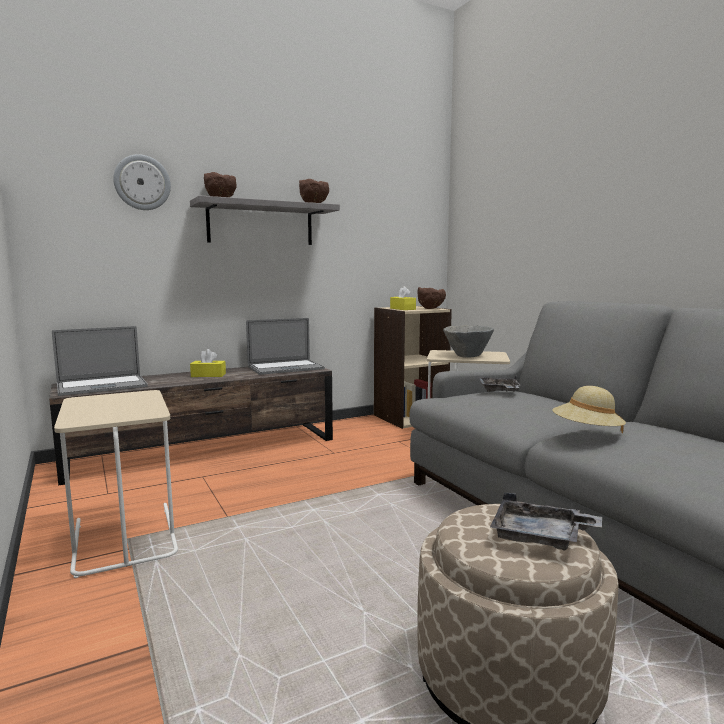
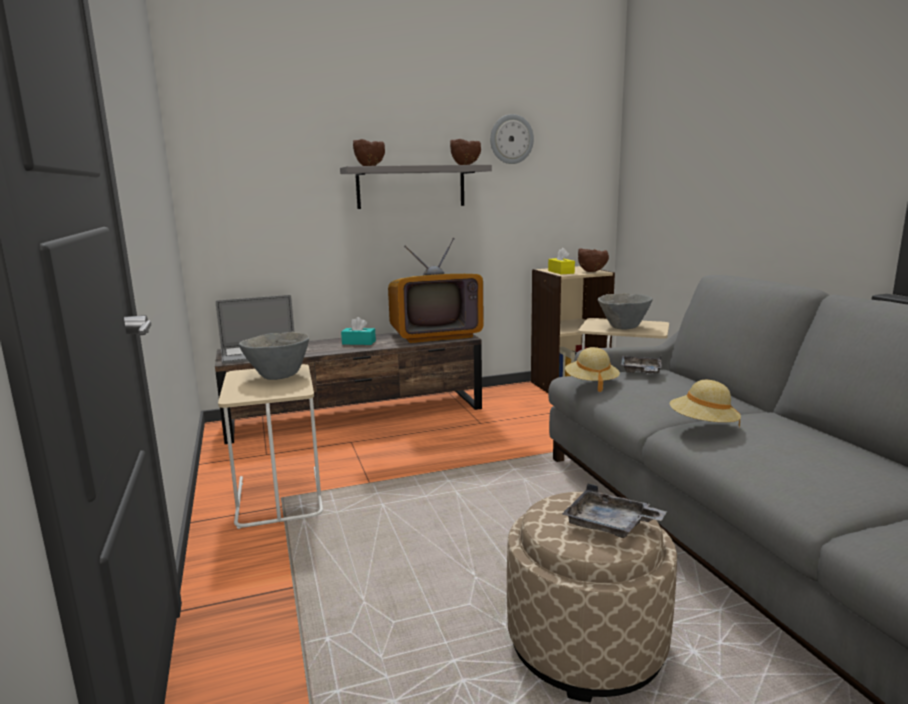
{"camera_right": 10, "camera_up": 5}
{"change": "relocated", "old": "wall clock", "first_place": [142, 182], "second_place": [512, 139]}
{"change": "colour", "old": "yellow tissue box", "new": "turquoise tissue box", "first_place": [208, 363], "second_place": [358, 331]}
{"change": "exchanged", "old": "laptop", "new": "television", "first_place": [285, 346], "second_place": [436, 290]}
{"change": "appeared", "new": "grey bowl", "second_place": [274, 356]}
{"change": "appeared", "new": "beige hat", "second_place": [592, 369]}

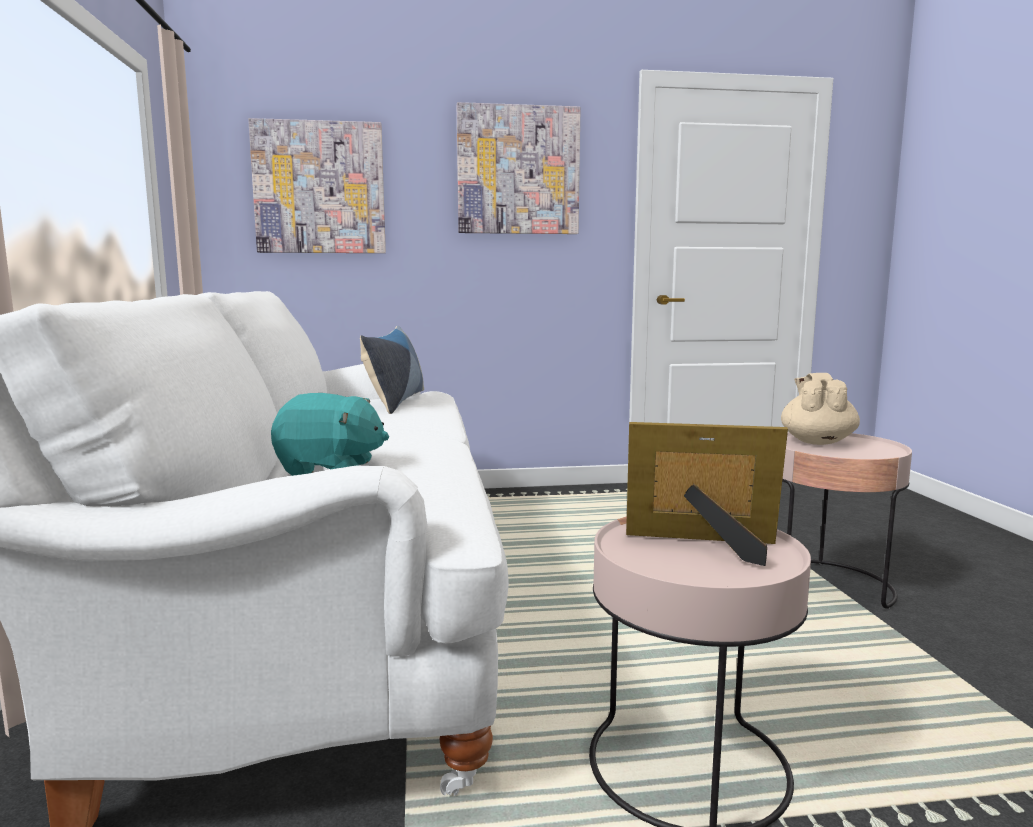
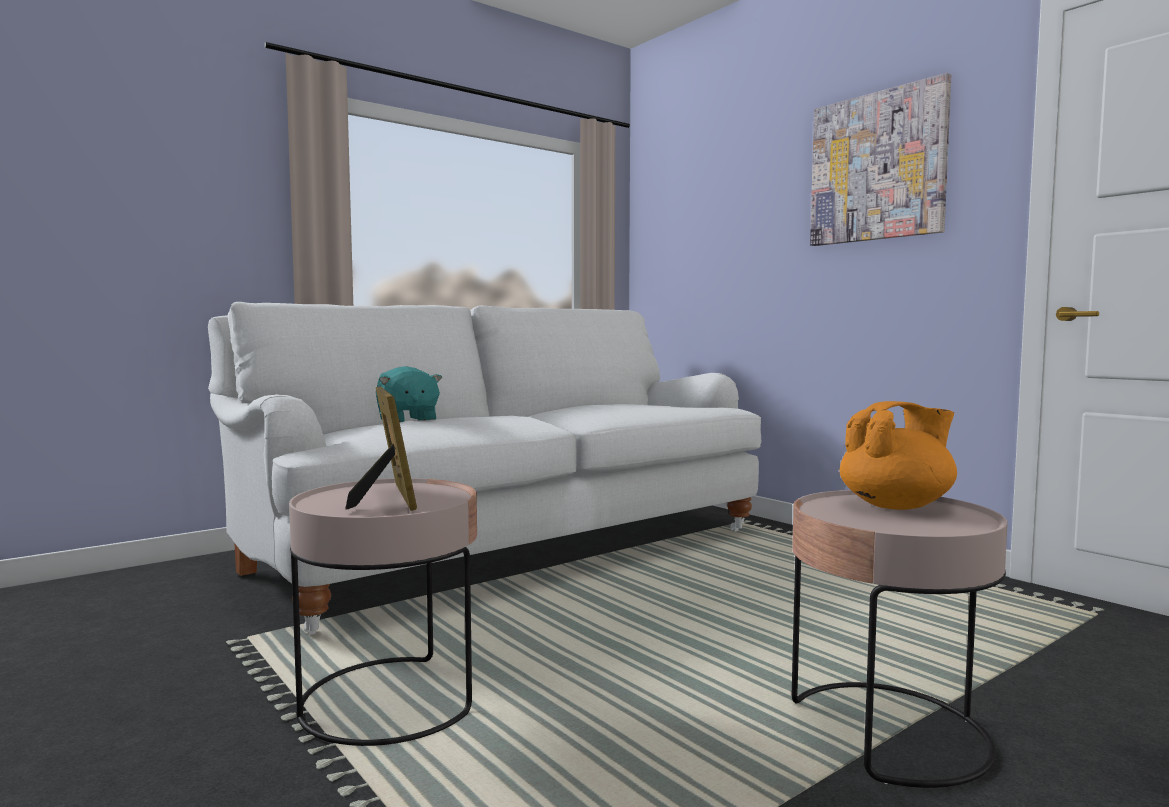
{"camera_right": 60, "camera_up": -5}
{"change": "missing", "old": "picture", "first_place": [317, 185]}
{"change": "missing", "old": "pillow", "first_place": [392, 369]}
{"change": "colour", "old": "beige teapot", "new": "orange teapot", "first_place": [820, 409], "second_place": [898, 455]}

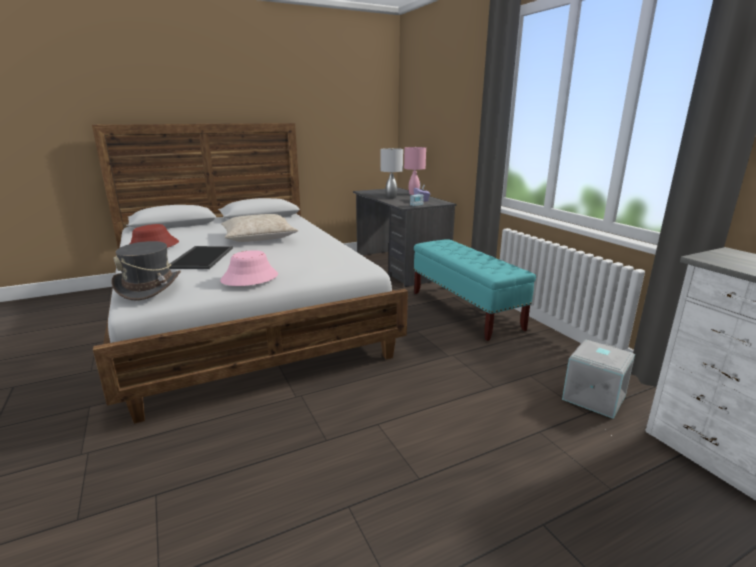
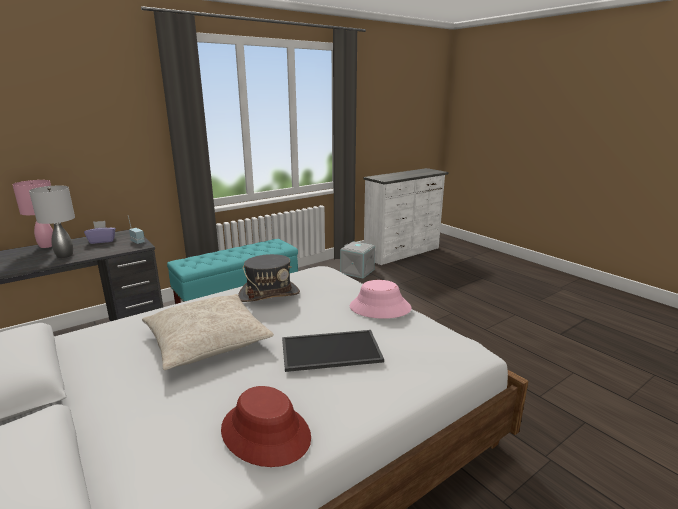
{"camera_right": -100, "camera_up": 0}
{"change": "relocated", "old": "grey hat", "first_place": [146, 271], "second_place": [269, 278]}

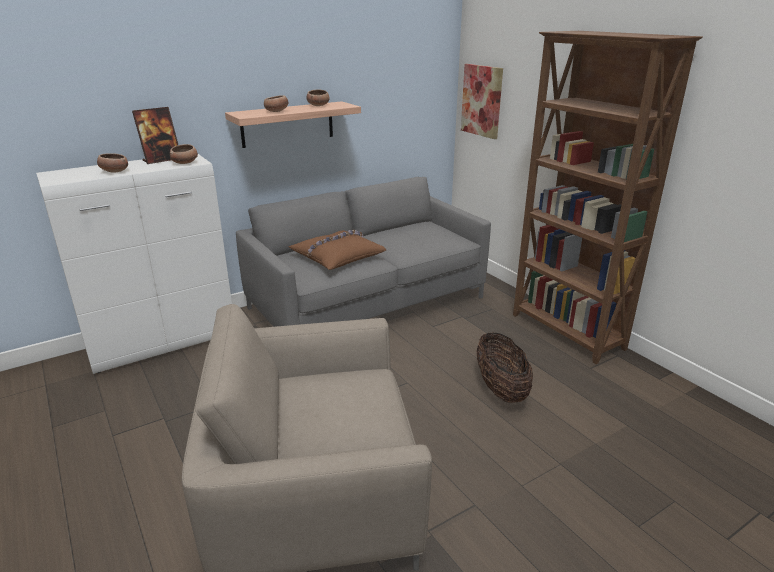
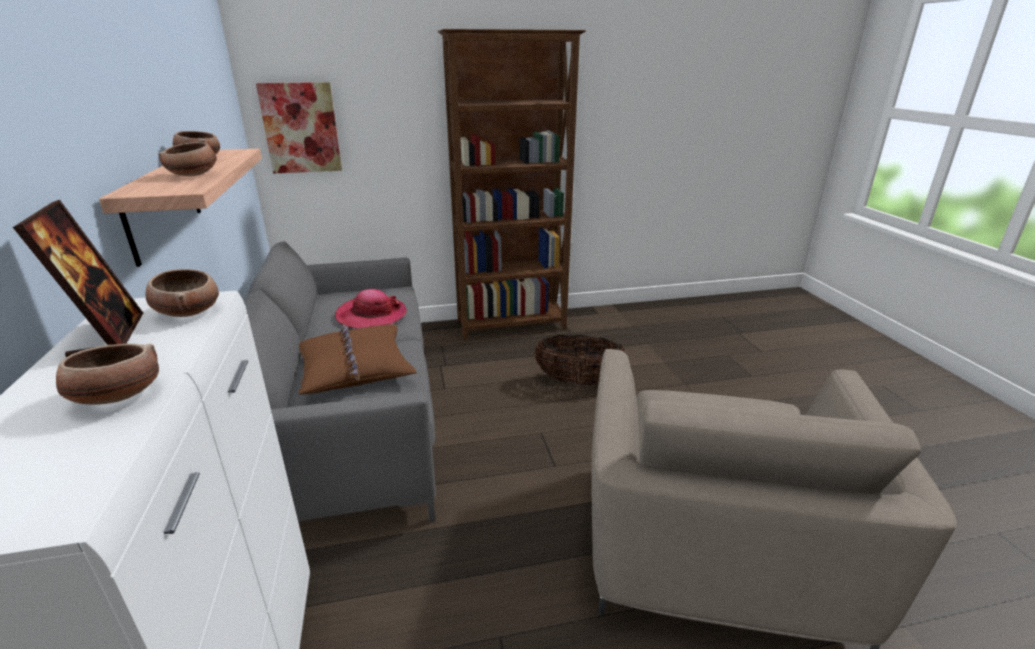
{"camera_right": -70, "camera_up": 0}
{"change": "appeared", "new": "hat", "second_place": [371, 309]}

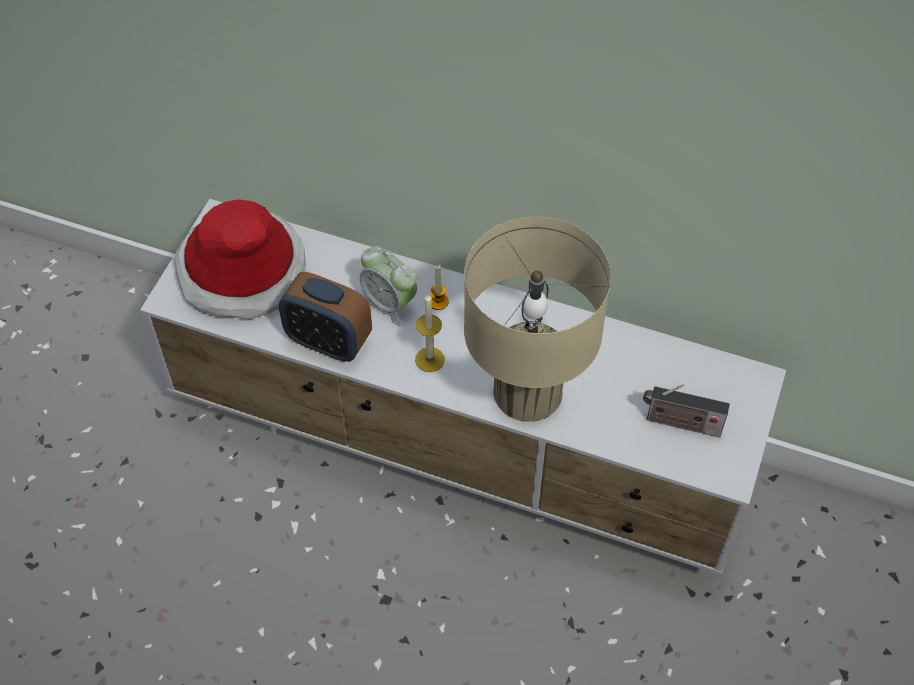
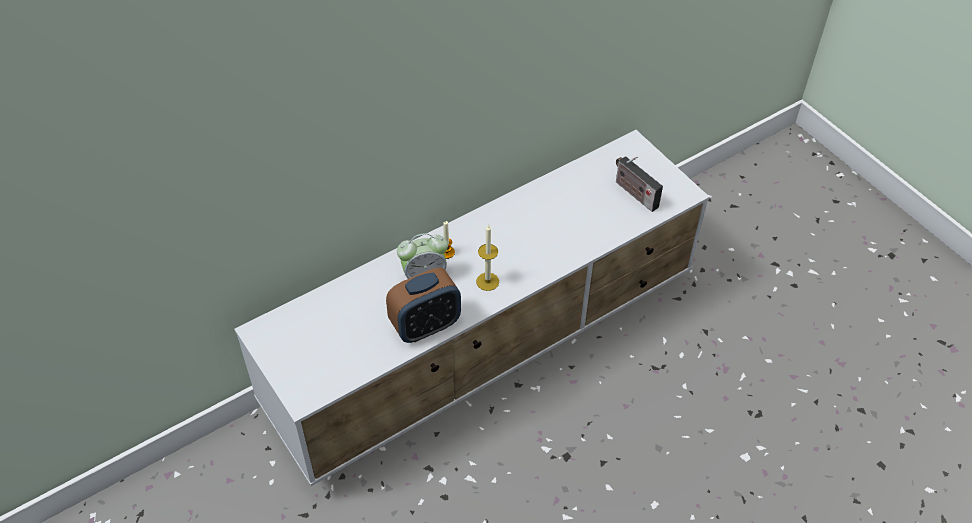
{"camera_right": -55, "camera_up": -5}
{"change": "missing", "old": "hat", "first_place": [240, 259]}
{"change": "missing", "old": "beige table lamp", "first_place": [537, 319]}
{"change": "spun", "old": "radio", "first_place": [686, 410], "second_place": [639, 184], "degrees": 90}

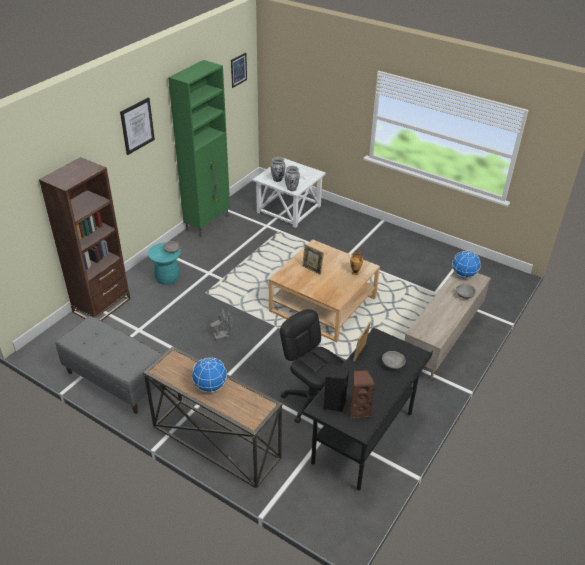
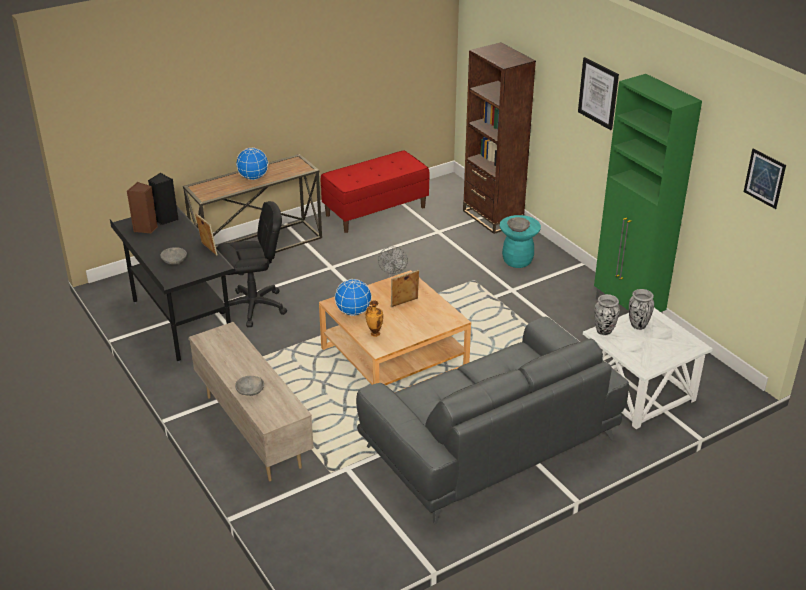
{"camera_right": 115, "camera_up": -5}
{"change": "colour", "old": "grey bench", "new": "red bench", "first_place": [109, 365], "second_place": [375, 191]}
{"change": "relocated", "old": "globe", "first_place": [466, 264], "second_place": [353, 297]}
{"change": "appeared", "new": "grey sofa", "second_place": [492, 420]}

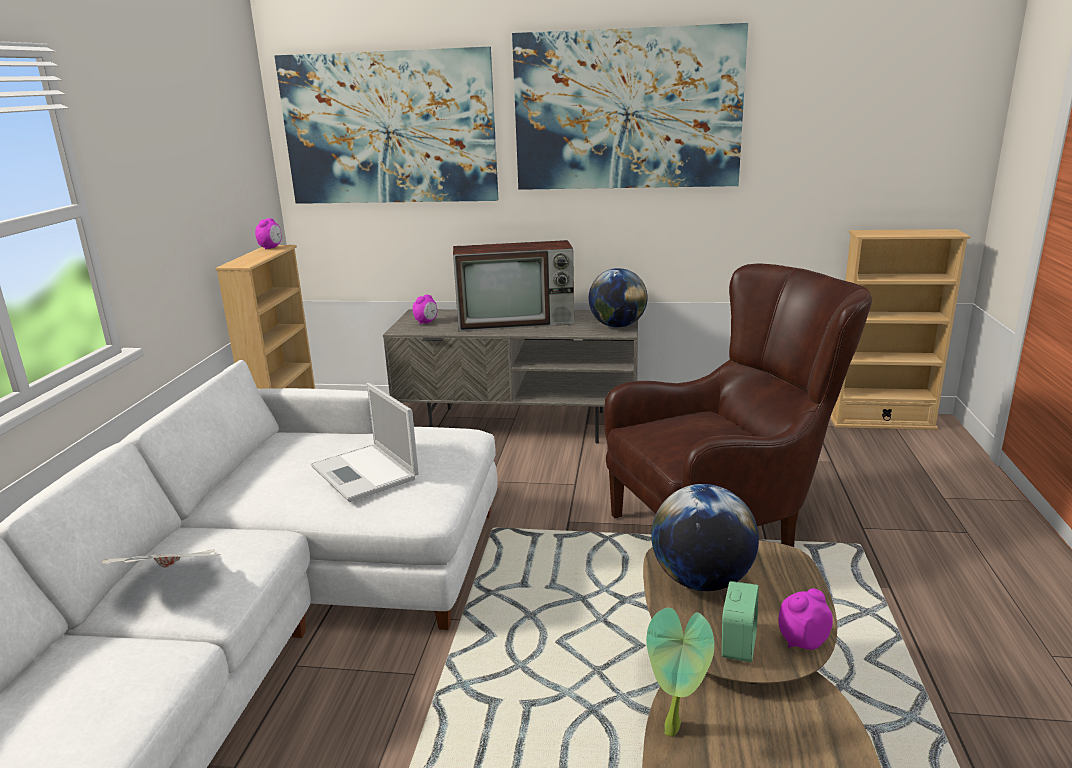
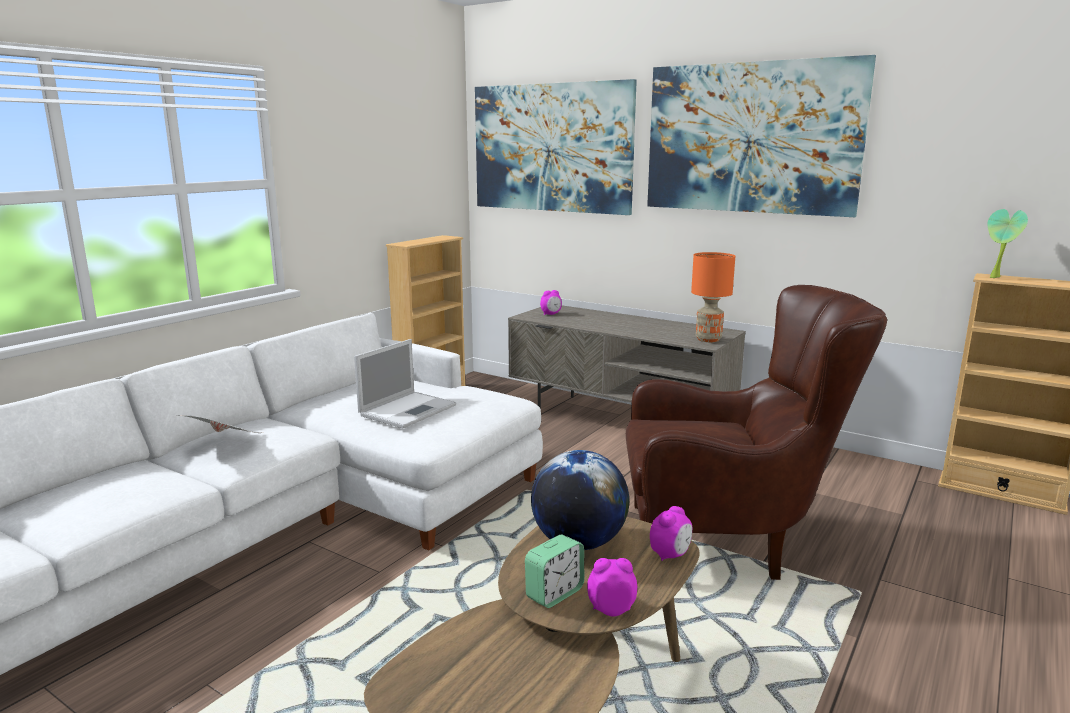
{"camera_right": 25, "camera_up": -5}
{"change": "relocated", "old": "alarm clock", "first_place": [268, 234], "second_place": [671, 533]}
{"change": "spun", "old": "laptop", "first_place": [365, 442], "second_place": [405, 383], "degrees": -135}
{"change": "missing", "old": "television", "first_place": [513, 285]}
{"change": "exchanged", "old": "globe", "new": "orange table lamp", "first_place": [618, 298], "second_place": [713, 297]}
{"change": "relocated", "old": "potted plant", "first_place": [680, 672], "second_place": [1007, 243]}

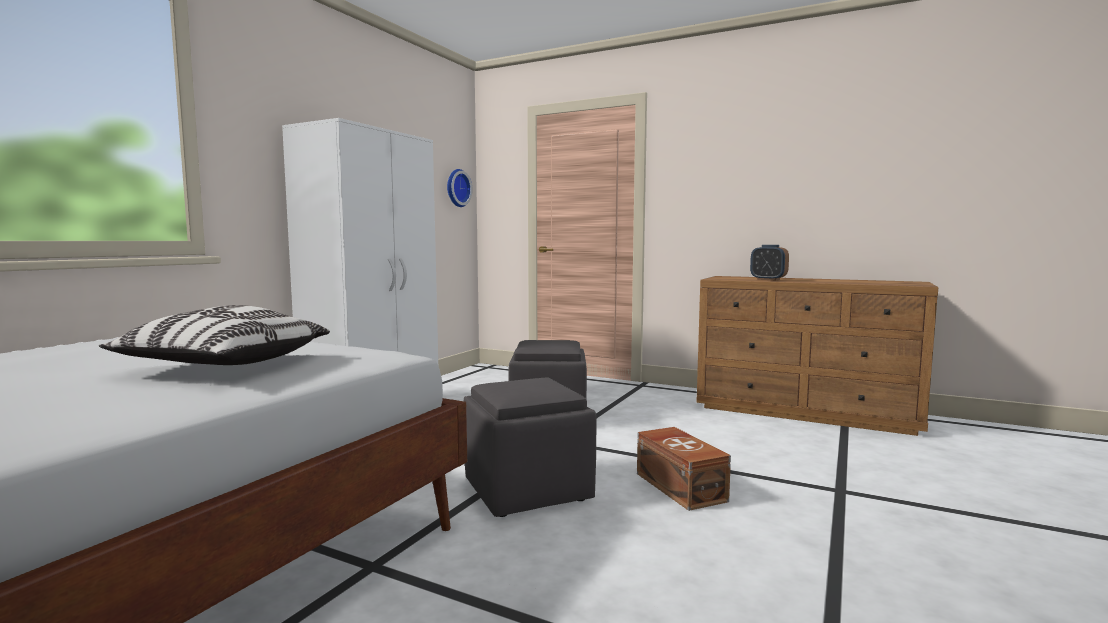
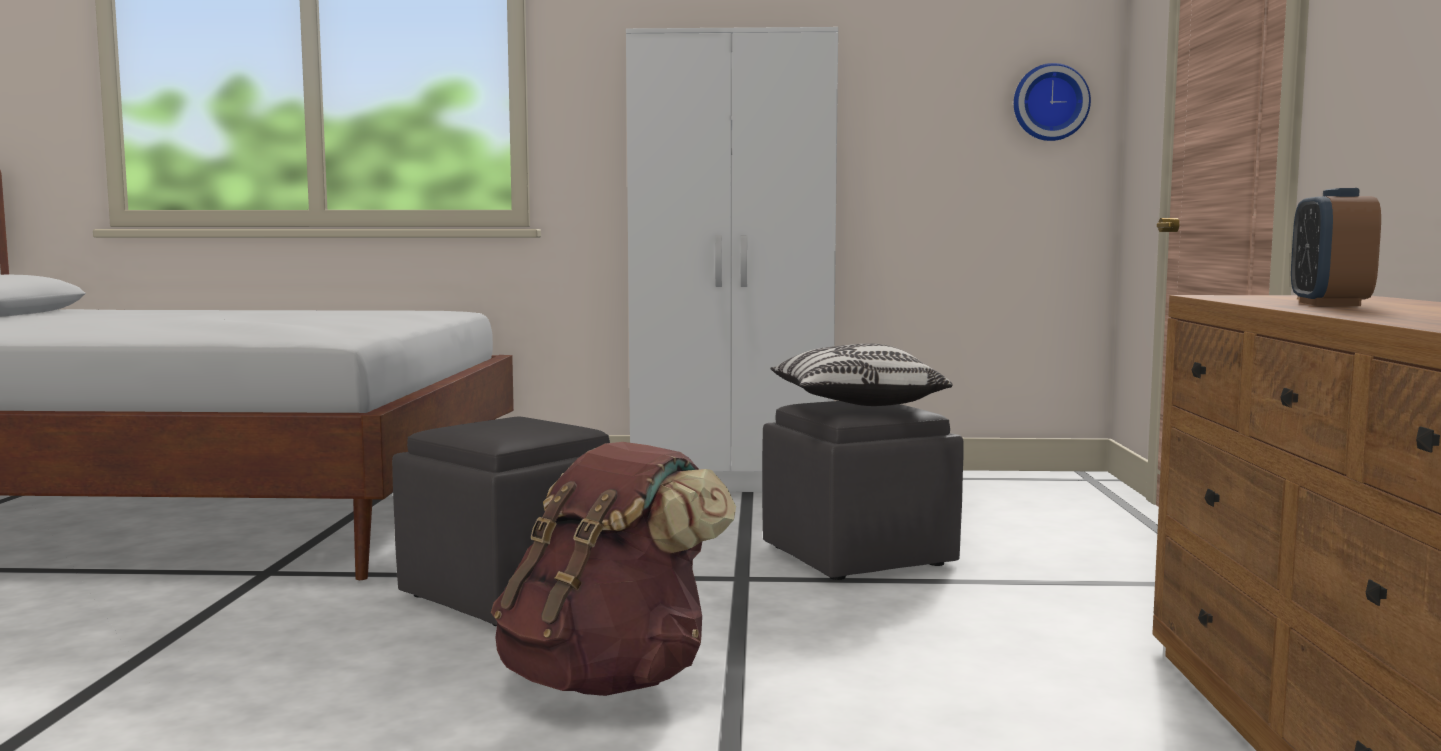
{"camera_right": 65, "camera_up": 0}
{"change": "relocated", "old": "pillow", "first_place": [214, 335], "second_place": [861, 374]}
{"change": "exchanged", "old": "brown storage box", "new": "brown backpack", "first_place": [684, 469], "second_place": [613, 569]}

